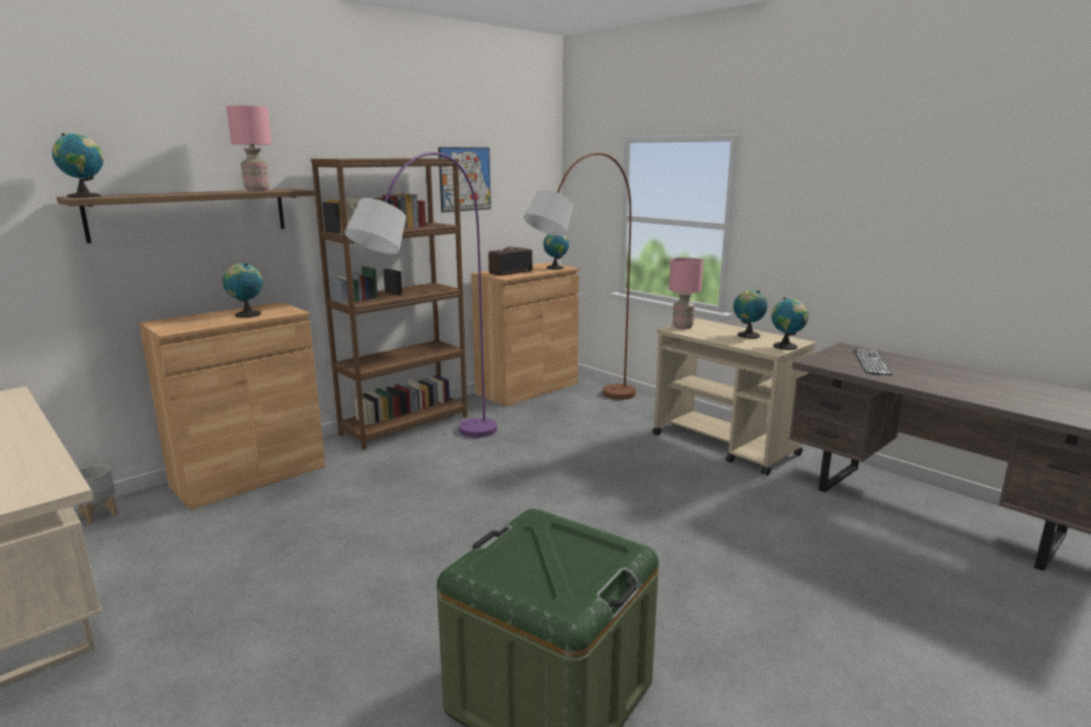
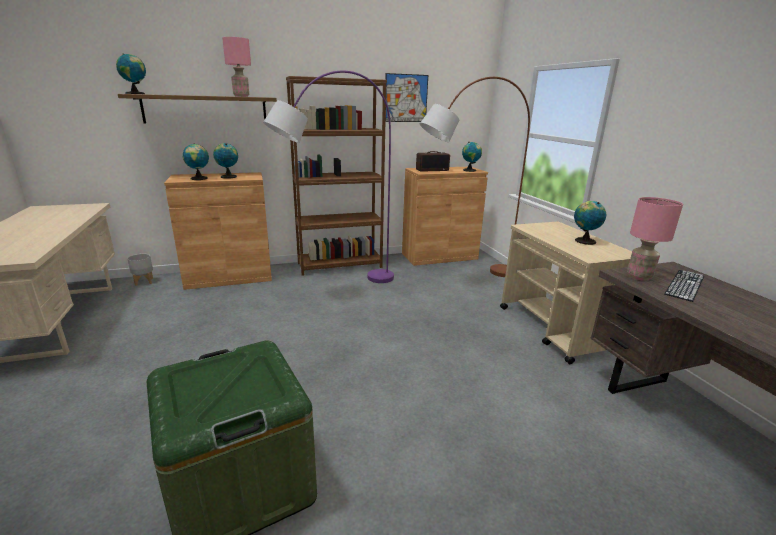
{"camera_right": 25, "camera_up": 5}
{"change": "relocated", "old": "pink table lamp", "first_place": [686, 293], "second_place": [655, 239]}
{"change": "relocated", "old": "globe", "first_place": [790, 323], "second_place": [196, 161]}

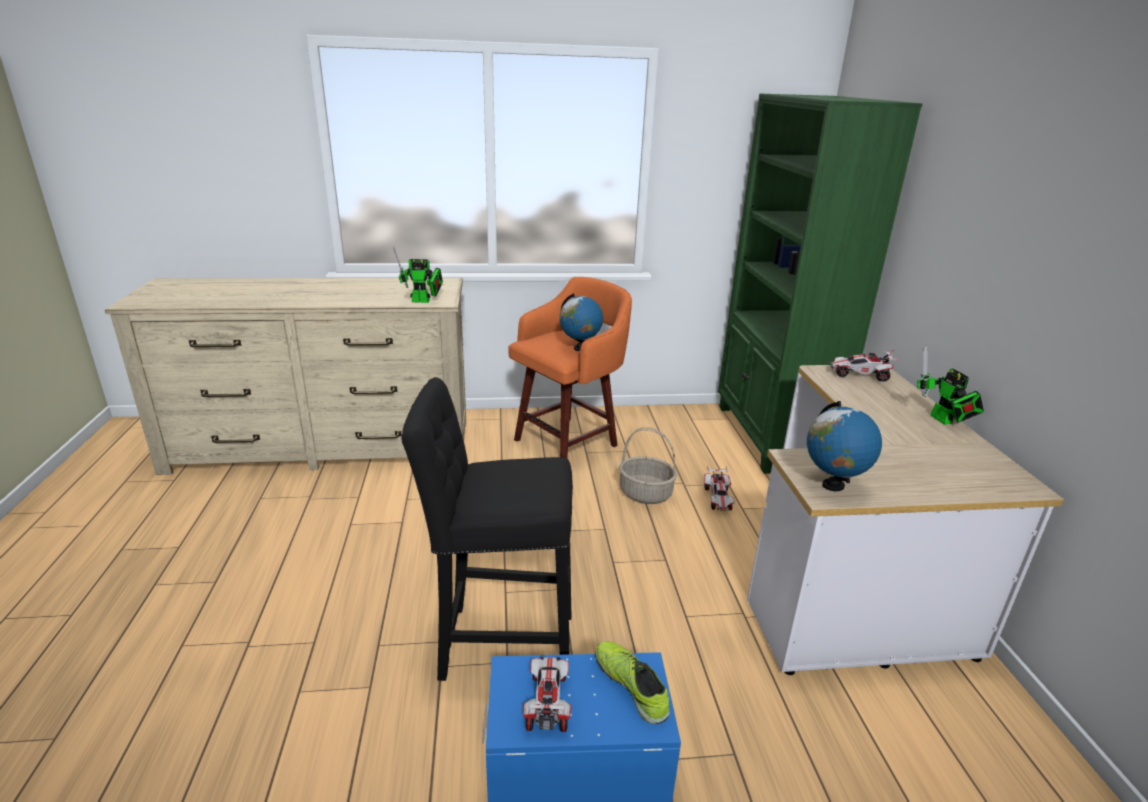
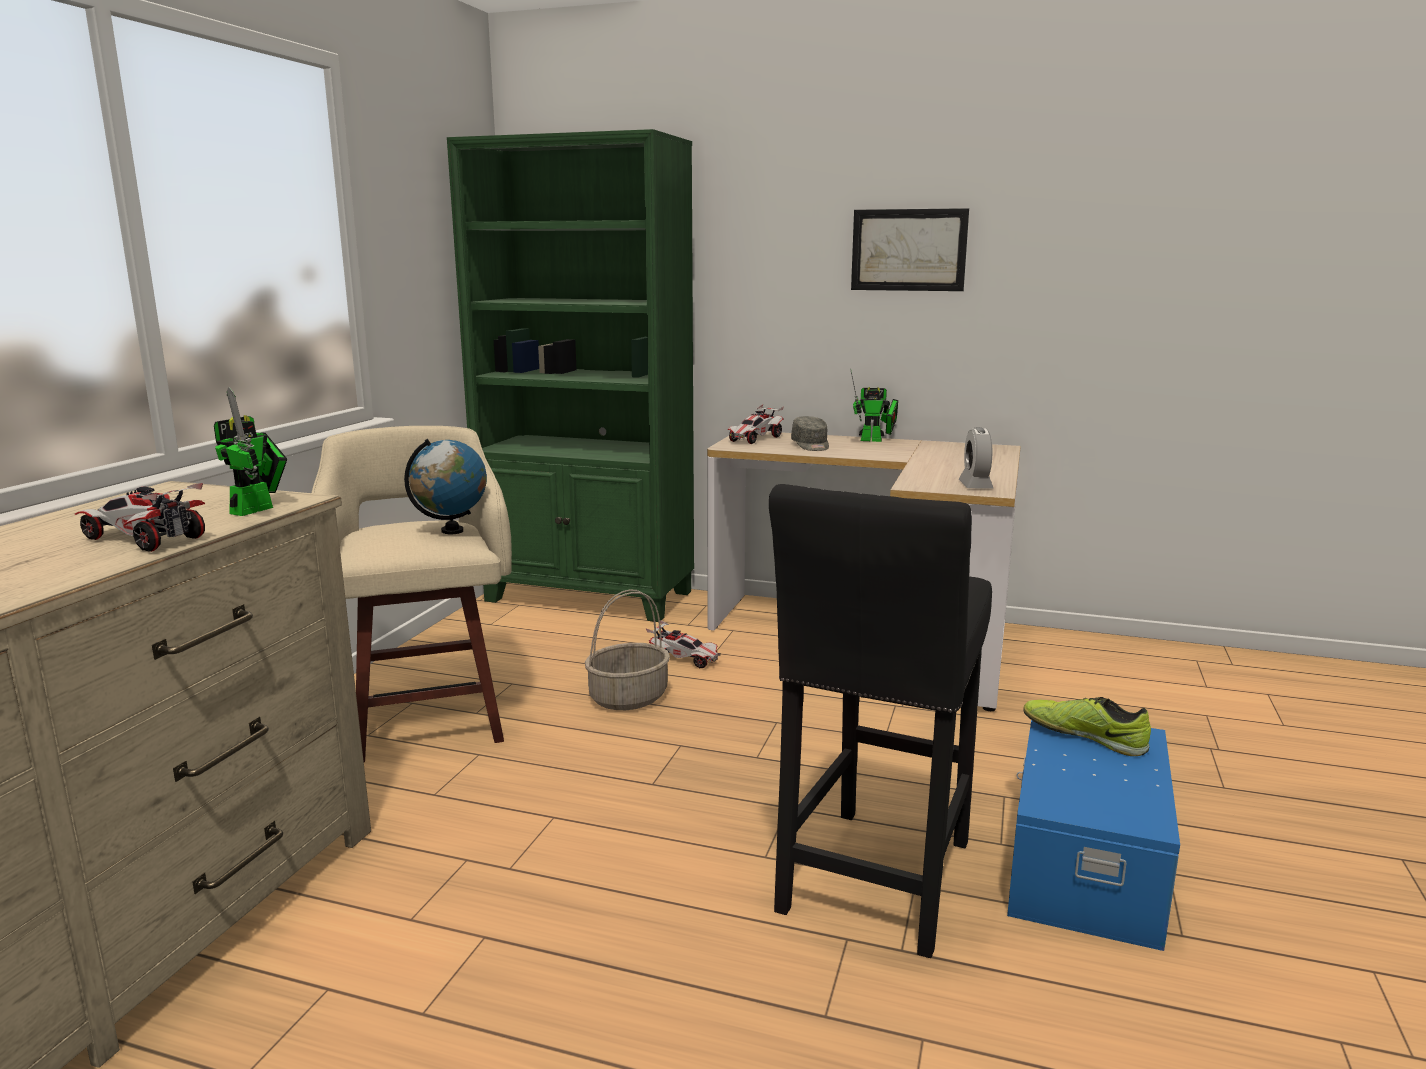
{"camera_right": -65, "camera_up": -10}
{"change": "colour", "old": "orange stool", "new": "beige stool", "first_place": [570, 368], "second_place": [411, 594]}
{"change": "relocated", "old": "toy car", "first_place": [547, 694], "second_place": [140, 517]}
{"change": "spun", "old": "shoe", "first_place": [632, 682], "second_place": [1087, 726], "degrees": 45}
{"change": "exchanged", "old": "globe", "new": "alarm clock", "first_place": [844, 446], "second_place": [976, 457]}
{"change": "appeared", "new": "grey cap", "second_place": [810, 433]}
{"change": "appeared", "new": "picture", "second_place": [910, 249]}

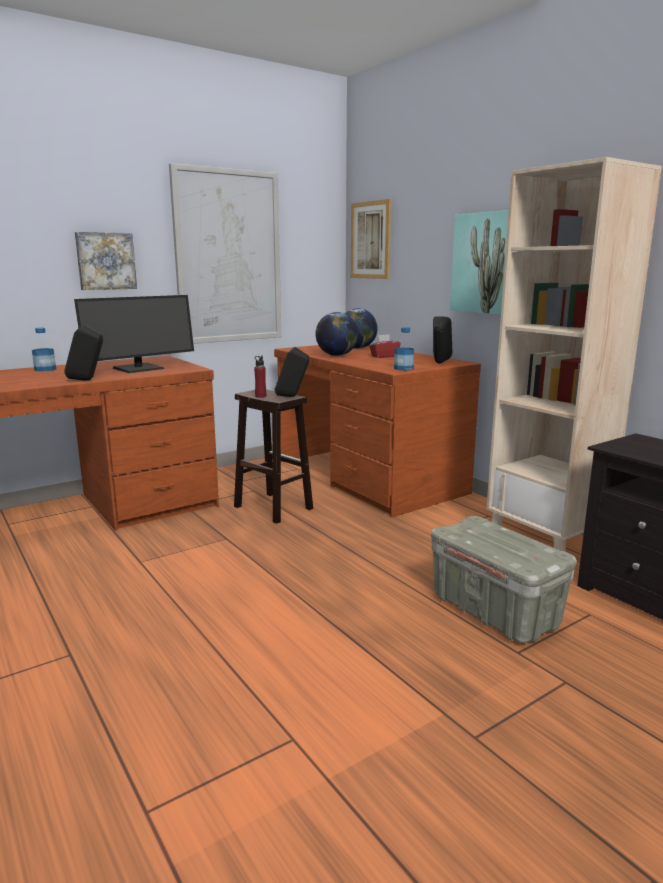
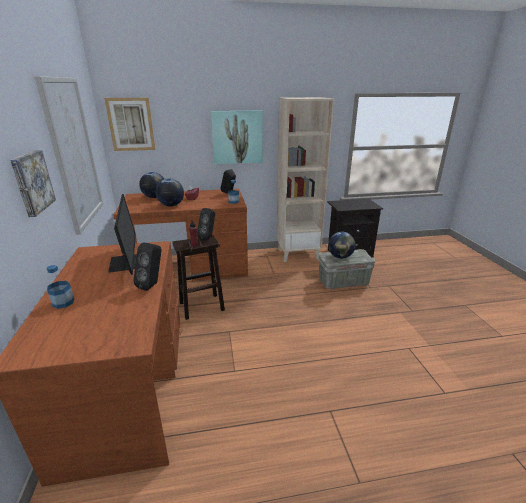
{"camera_right": -65, "camera_up": 10}
{"change": "appeared", "new": "globe", "second_place": [342, 245]}

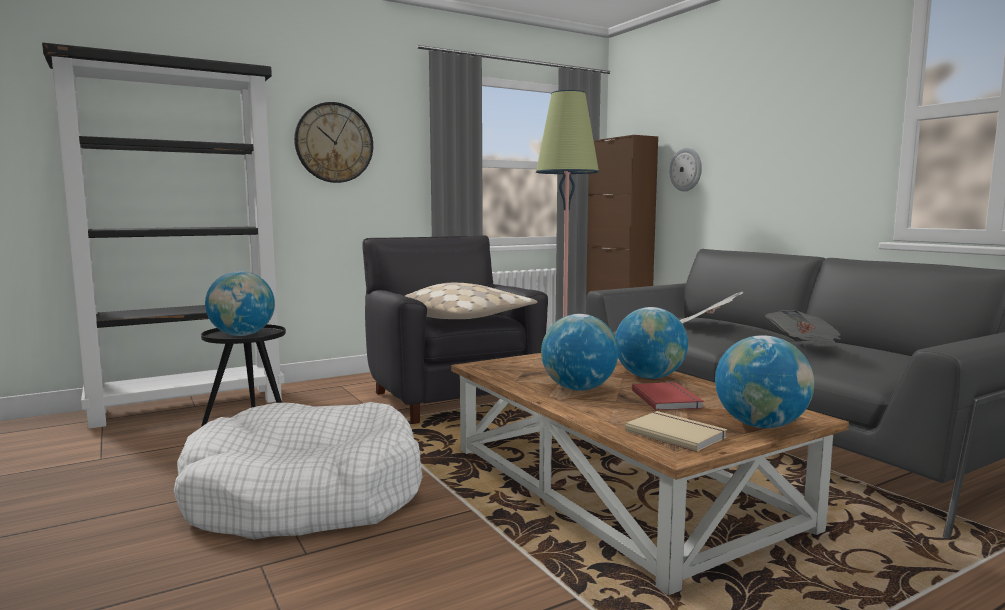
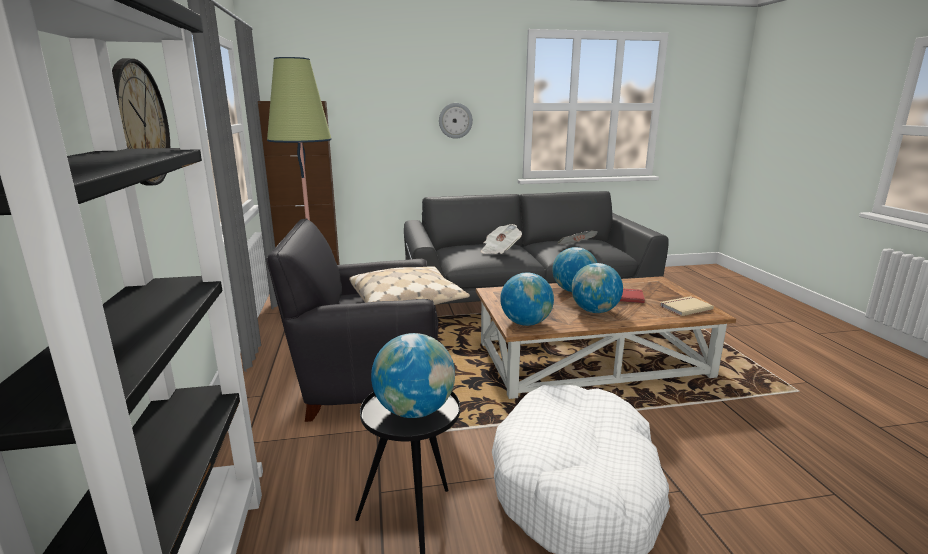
{"camera_right": -70, "camera_up": 10}
{"change": "relocated", "old": "wall clock", "first_place": [685, 170], "second_place": [456, 121]}
{"change": "relocated", "old": "globe", "first_place": [764, 381], "second_place": [527, 299]}

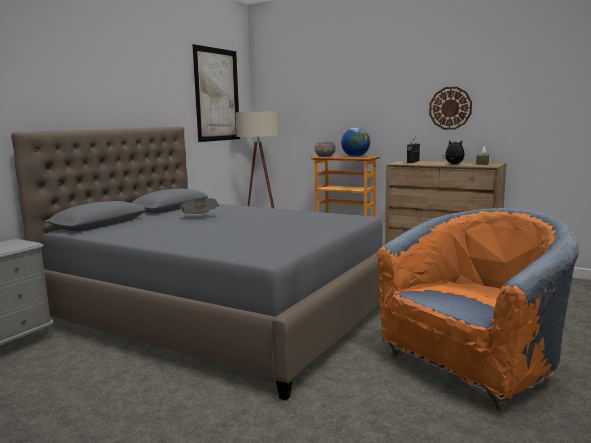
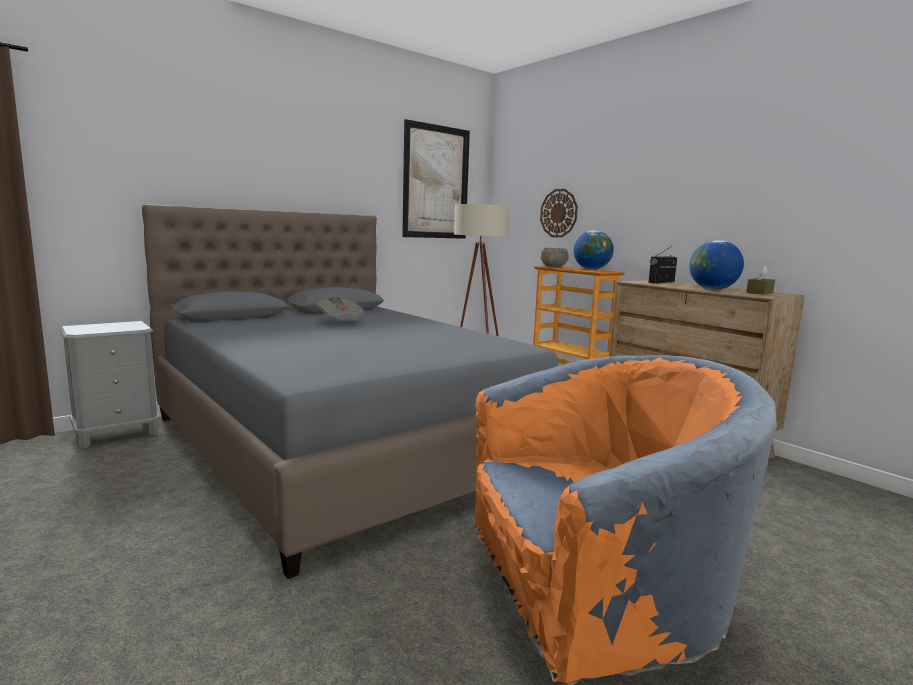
{"camera_right": 20, "camera_up": 0}
{"change": "relocated", "old": "wall clock", "first_place": [450, 108], "second_place": [559, 213]}
{"change": "exchanged", "old": "plush toy", "new": "globe", "first_place": [453, 152], "second_place": [716, 265]}

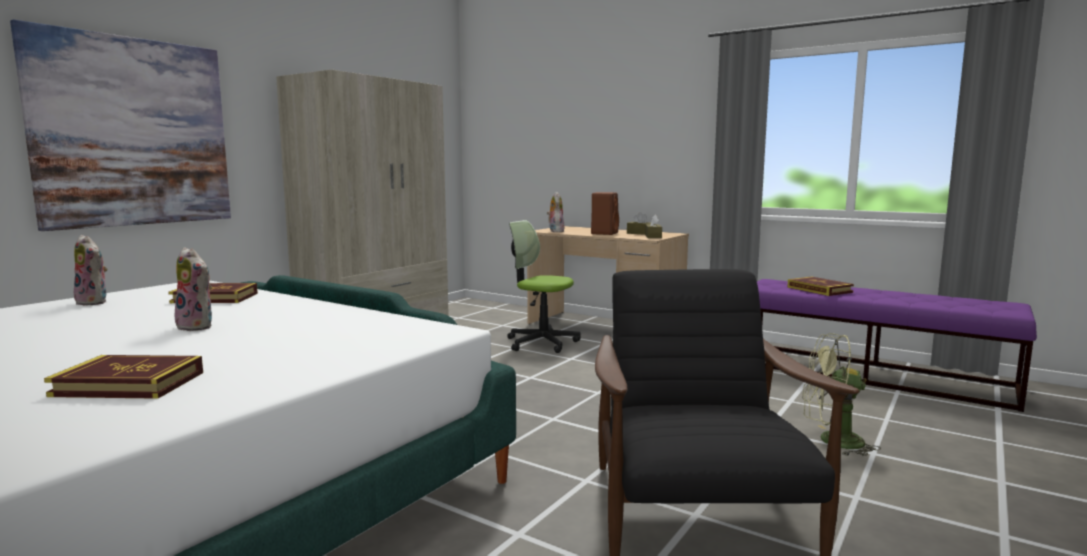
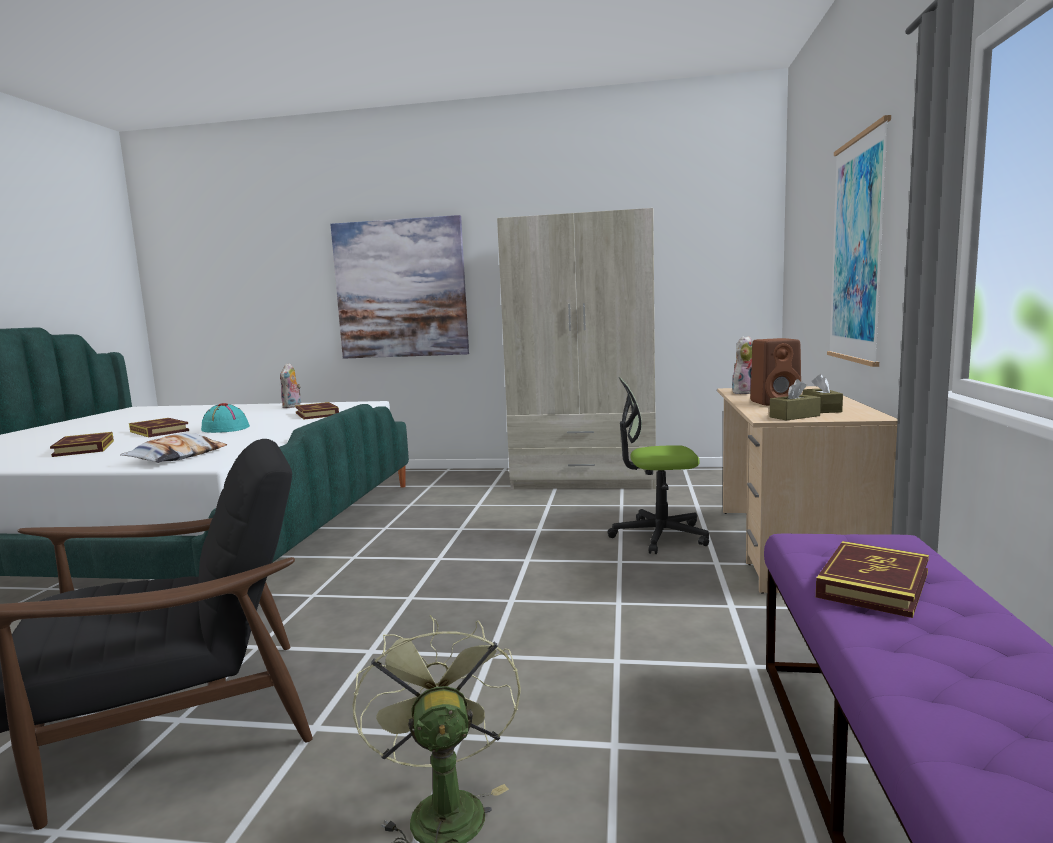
{"camera_right": 65, "camera_up": 0}
{"change": "exchanged", "old": "plush toy", "new": "turquoise hat", "first_place": [193, 289], "second_place": [225, 418]}
{"change": "spun", "old": "office chair", "first_place": [544, 286], "second_place": [658, 465], "degrees": -90}
{"change": "appeared", "new": "pillow", "second_place": [173, 448]}
{"change": "appeared", "new": "book", "second_place": [159, 427]}
{"change": "appeared", "new": "picture", "second_place": [859, 241]}

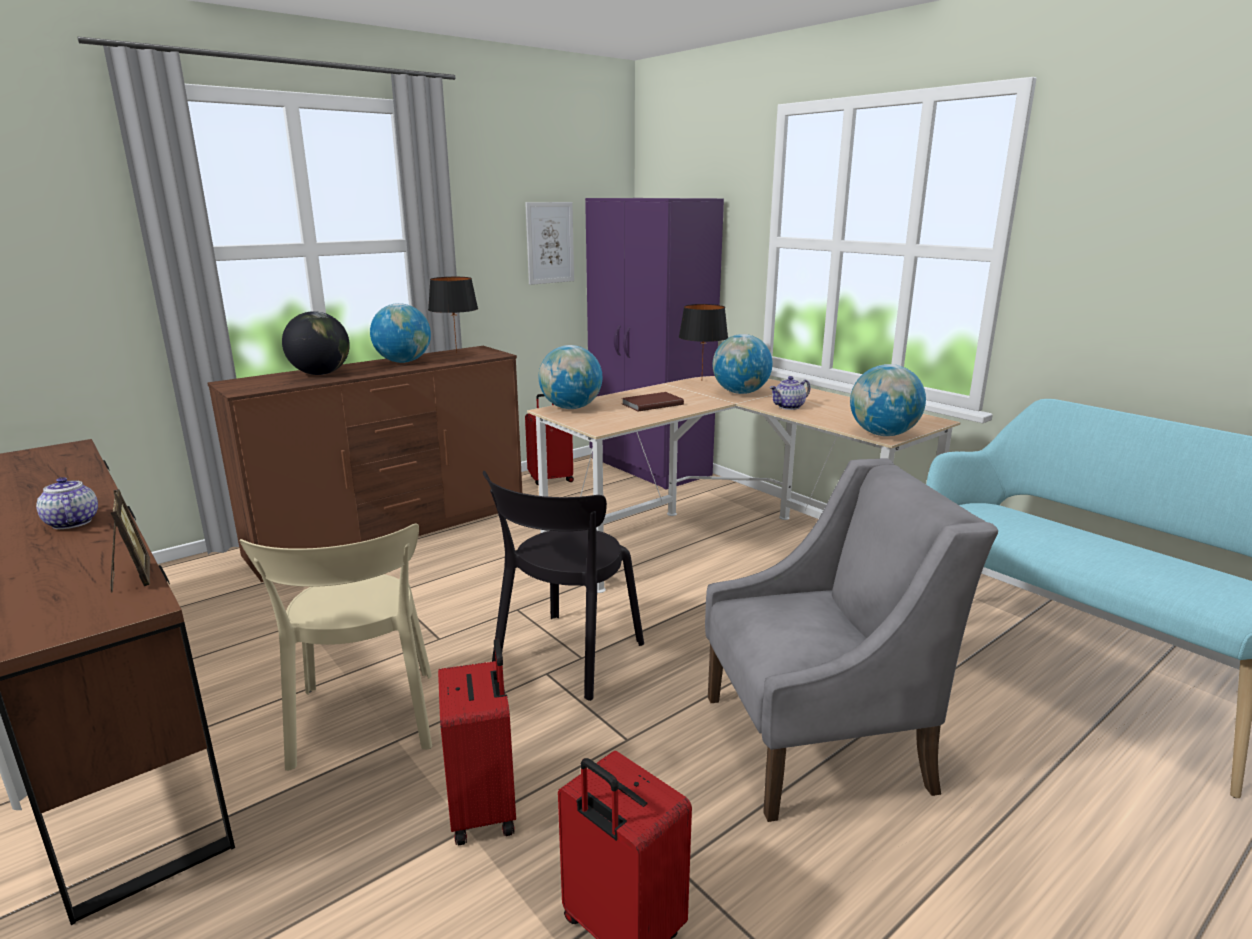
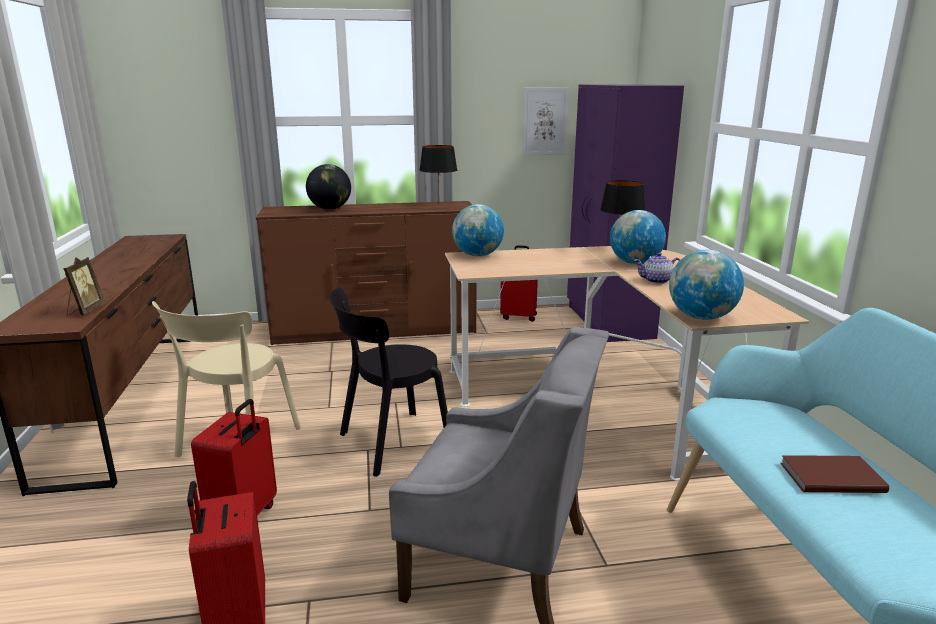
{"camera_right": 30, "camera_up": 0}
{"change": "missing", "old": "teapot", "first_place": [67, 503]}
{"change": "missing", "old": "globe", "first_place": [400, 333]}
{"change": "relocated", "old": "brown book", "first_place": [653, 402], "second_place": [834, 474]}

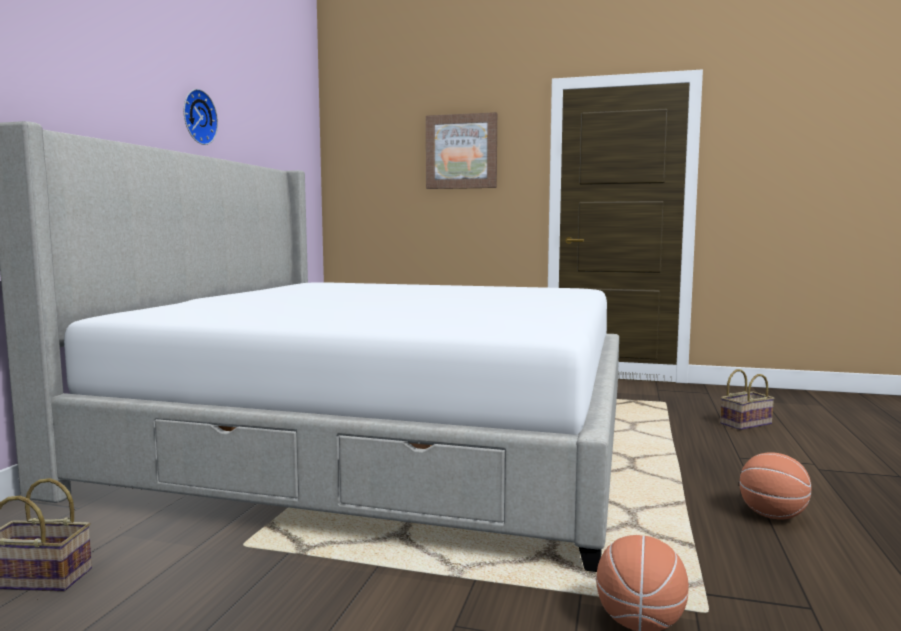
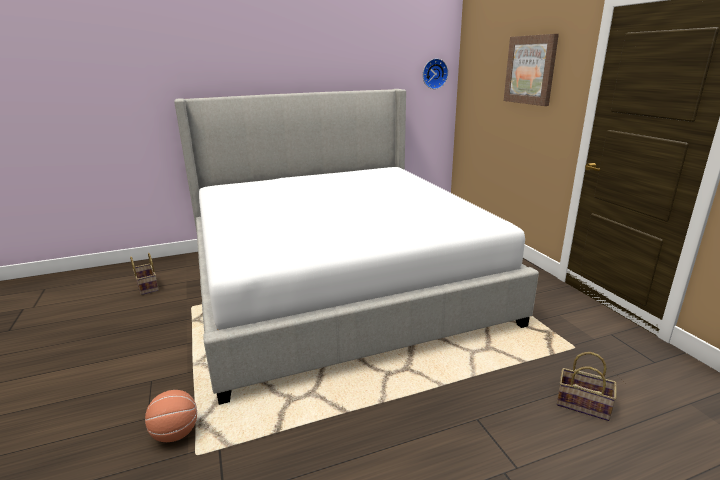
{"camera_right": 55, "camera_up": 15}
{"change": "relocated", "old": "wall clock", "first_place": [201, 117], "second_place": [435, 73]}
{"change": "missing", "old": "basketball", "first_place": [776, 486]}

